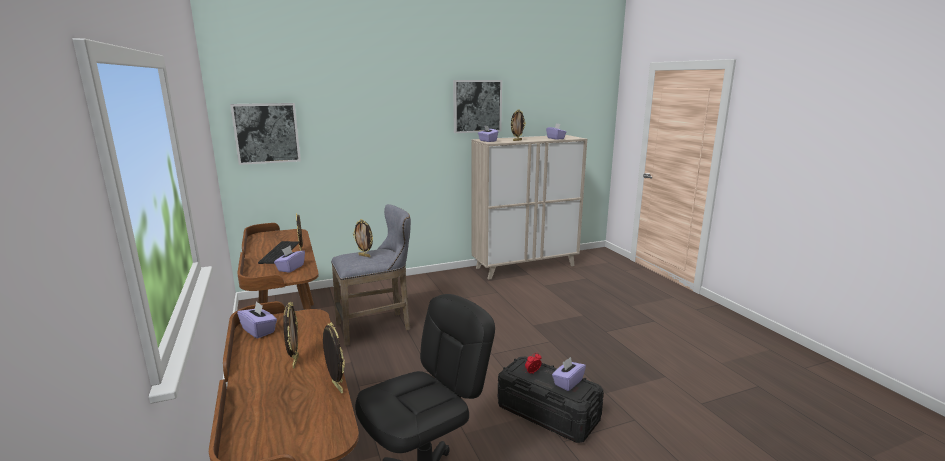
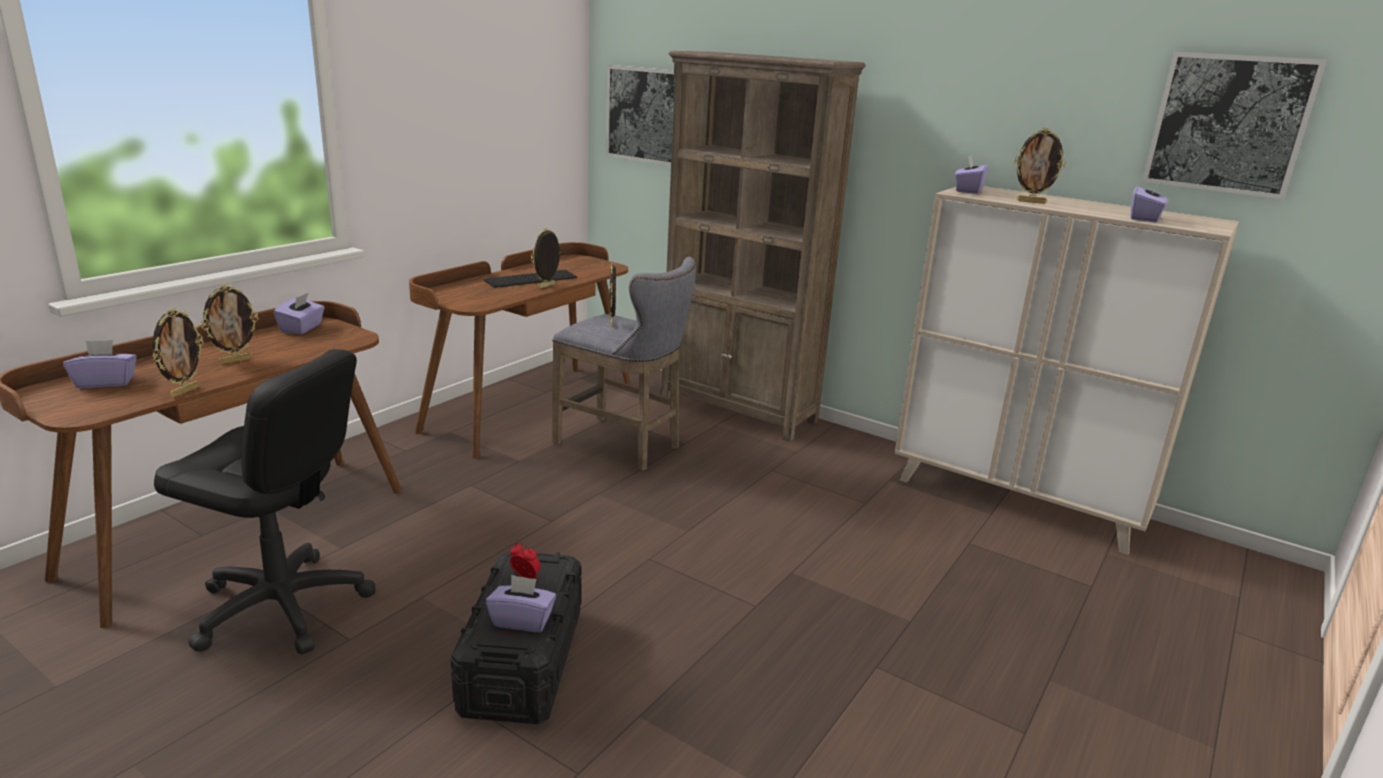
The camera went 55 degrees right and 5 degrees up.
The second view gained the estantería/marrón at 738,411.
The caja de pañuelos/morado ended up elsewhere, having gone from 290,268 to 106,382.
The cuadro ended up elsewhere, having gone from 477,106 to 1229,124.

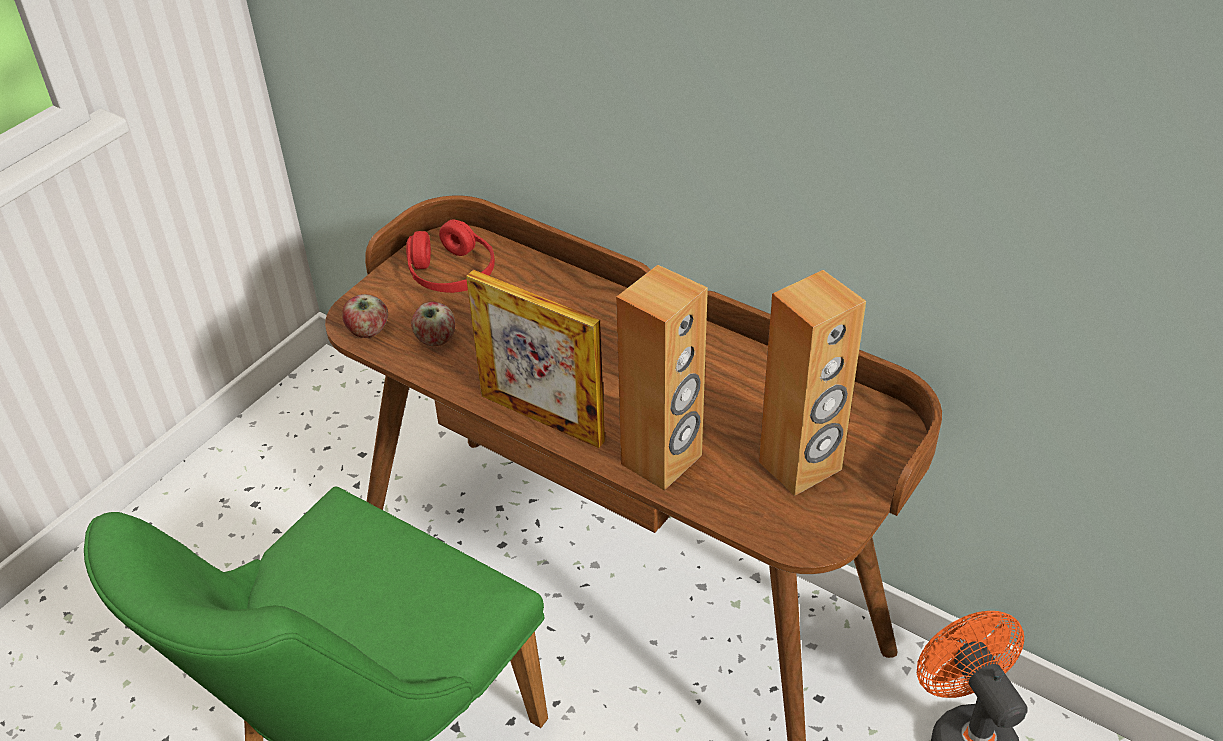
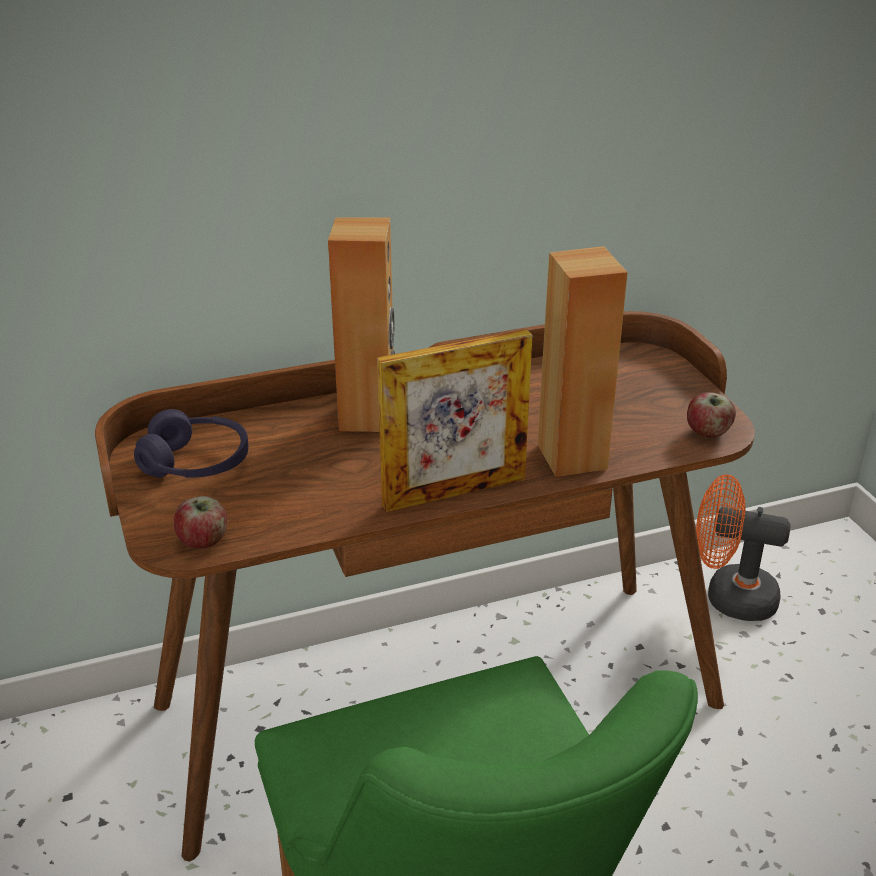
The camera went 55 degrees left and 10 degrees down.
The manzana ended up elsewhere, having gone from 435,339 to 707,433.
The altavoz/marrón ended up elsewhere, having gone from 801,466 to 368,416.
What was the auriculares/rojo at 452,273 turned into the auriculares/morado at 196,463.

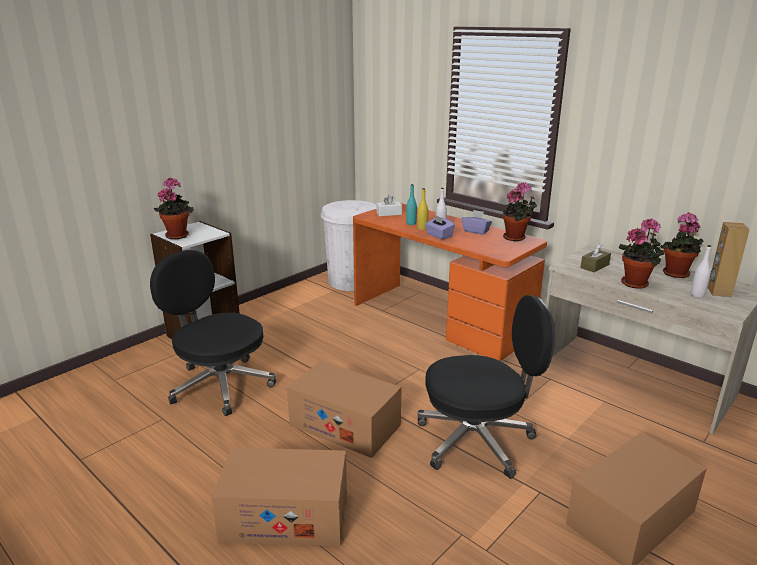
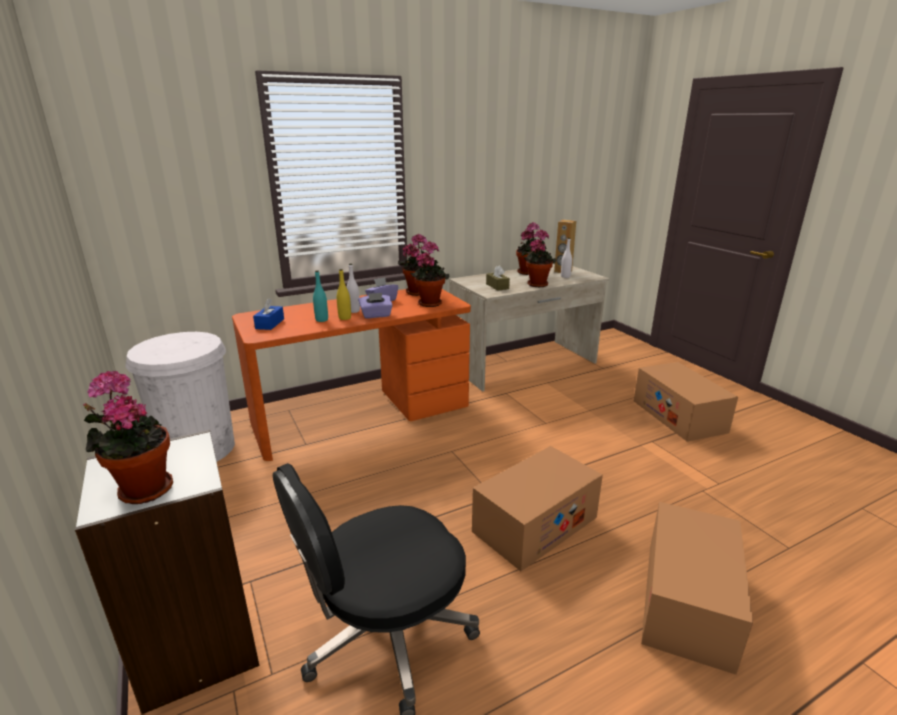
The camera went 70 degrees left and 0 degrees up.
The second view lost the silla de oficina/negro at 477,440.
The second view gained the planta en maceta at 430,303.
What was the caja de pañuelos/blanco at 389,213 turned into the caja de pañuelos/azul at 270,324.

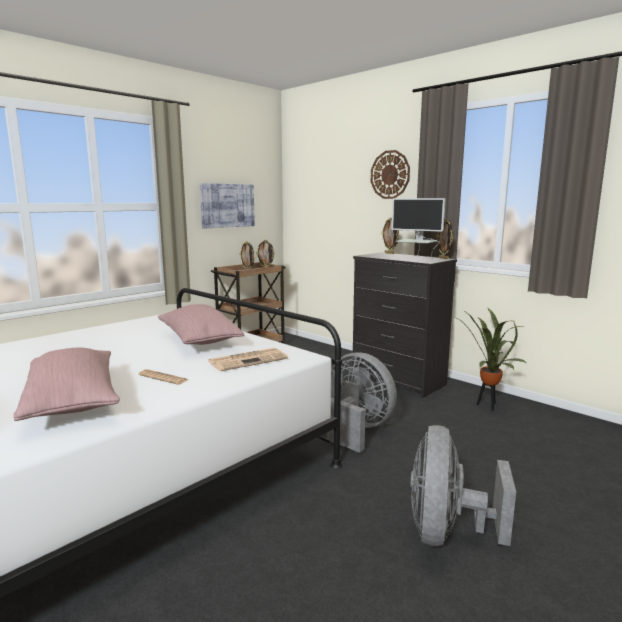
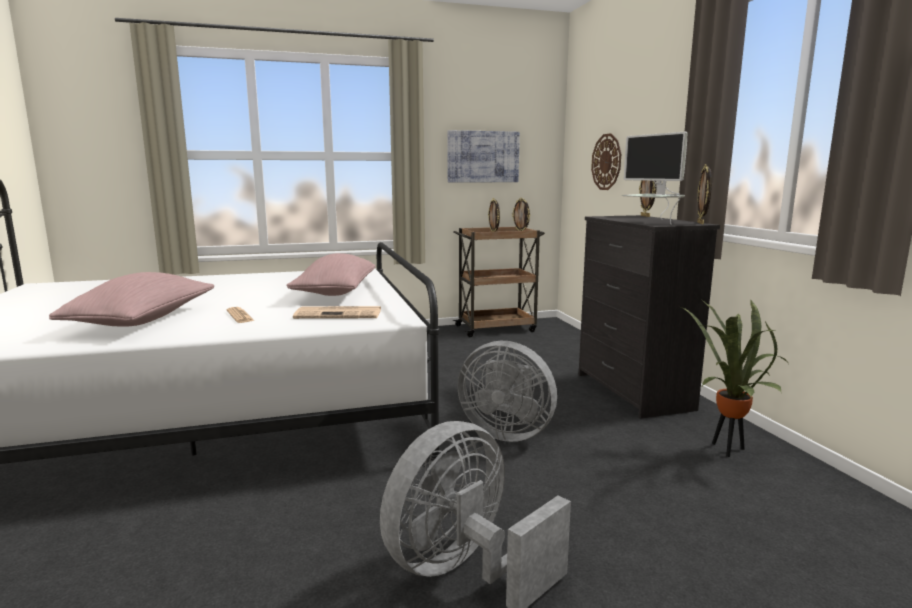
The camera went 30 degrees right and 0 degrees up.
The reloj de pared ended up elsewhere, having gone from 390,174 to 606,162.
The ventilador/gris at 356,429 ended up facing another way, 135 degrees clockwise from before.

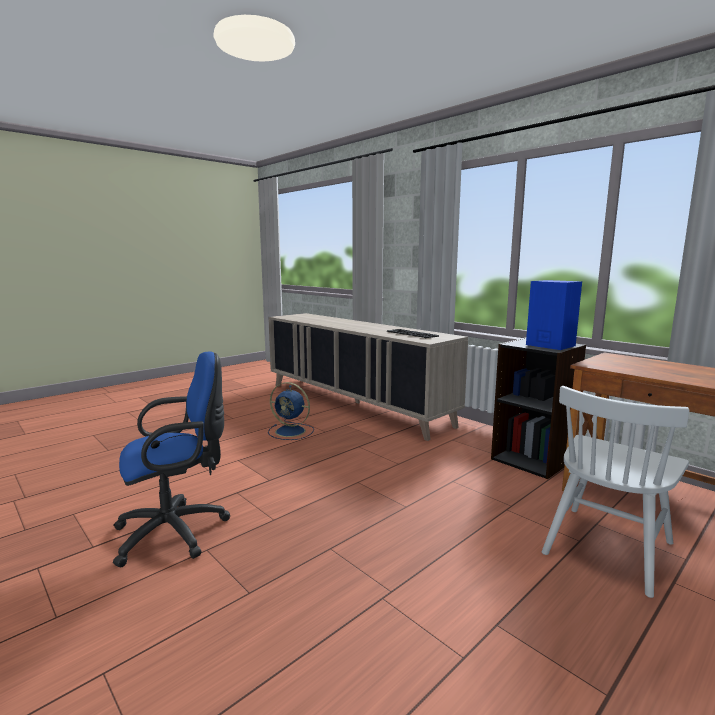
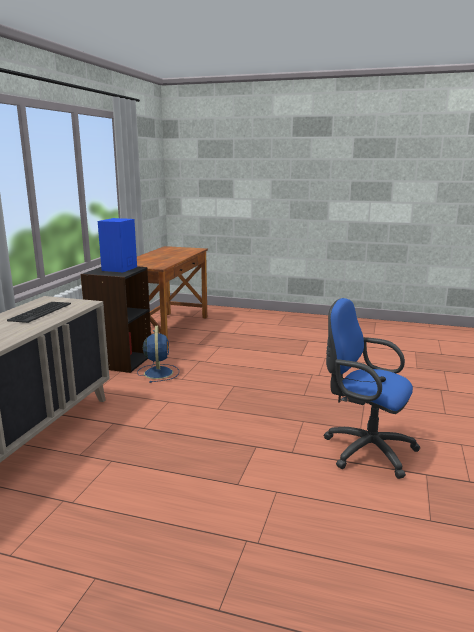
The camera went 120 degrees left and 5 degrees up.
The second view lost the silla/blanco at 607,547.
The ventilador/azul ended up elsewhere, having gone from 291,431 to 158,372.

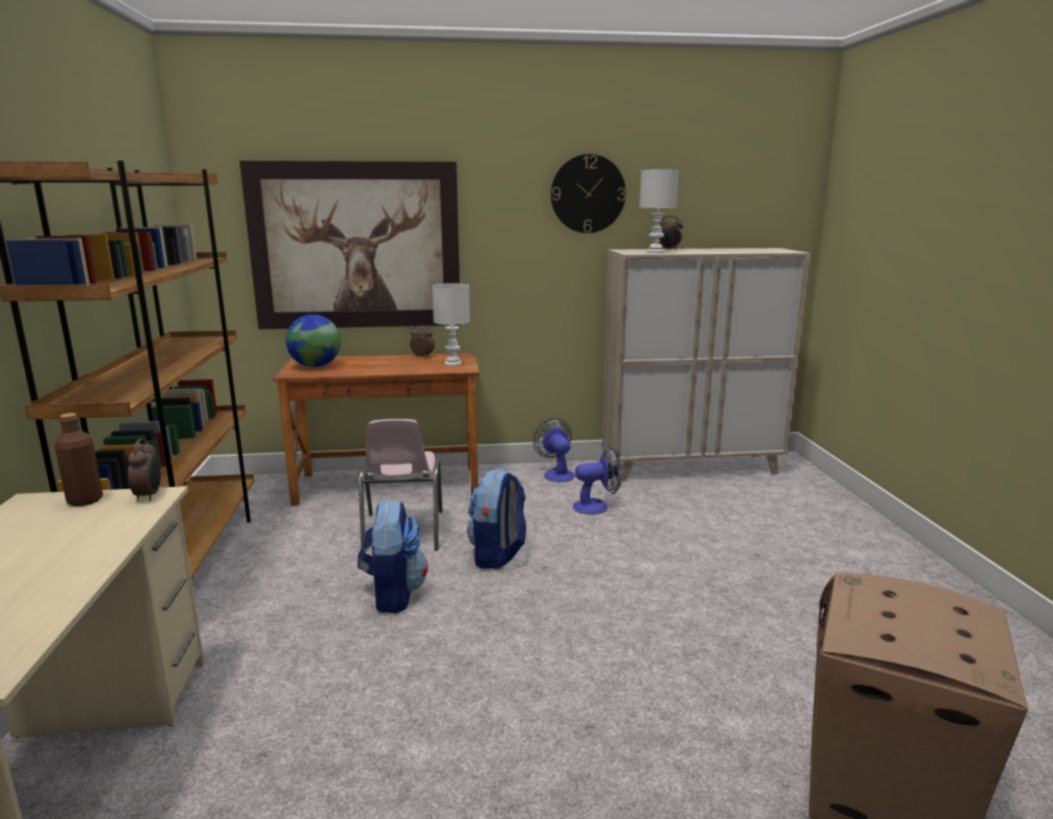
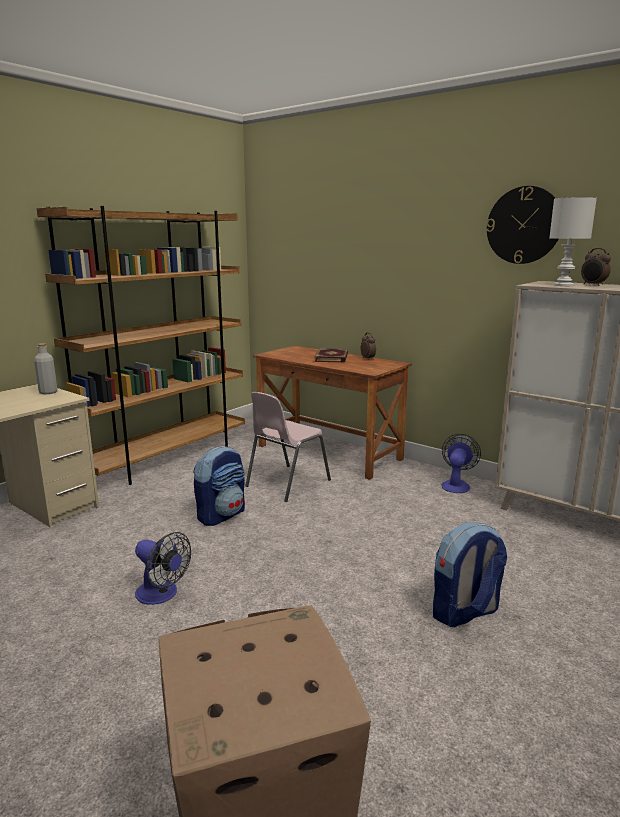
The camera went 45 degrees right and 0 degrees up.
The second view lost the despertador at 149,495.
The second view lost the cuadro at 356,246.
The second view lost the globo terráqueo at 315,366.
The second view lost the lámpara de mesa/blanco at 452,364.
The second view gained the libro at 332,357.
The mochila ended up elsewhere, having gone from 498,555 to 465,613.
The ventilador ended up elsewhere, having gone from 597,506 to 162,595.
What was the botella/marrón at 85,500 turned into the botella/gris at 48,392.

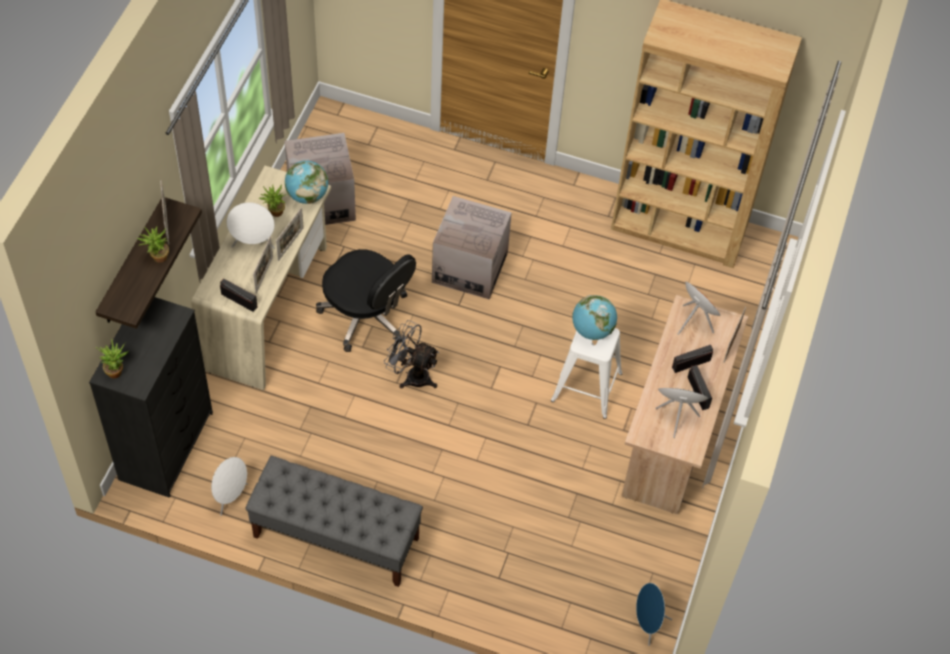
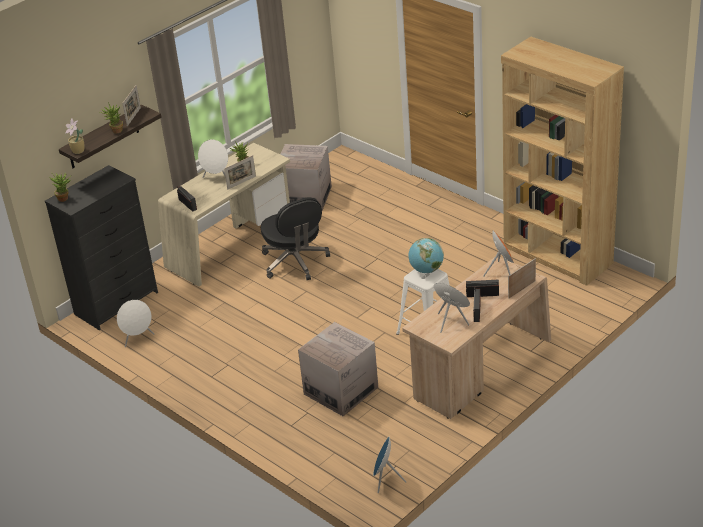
The camera went 30 degrees right and 20 degrees down.
The second view lost the banco/gris at 335,537.
The second view lost the portarretratos at 264,275.
The second view lost the globo terráqueo at 307,195.
The second view lost the ventilador/gris at 412,375.
The second view gained the planta en maceta at 78,151.
The caja de cartón ended up elsewhere, having gone from 470,267 to 341,390.

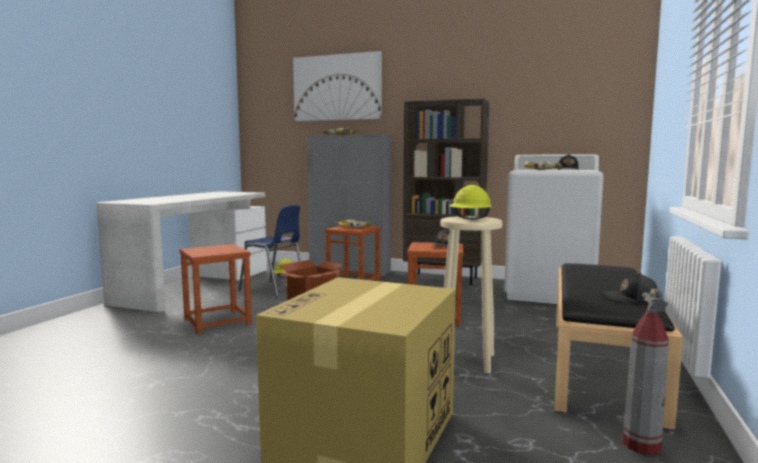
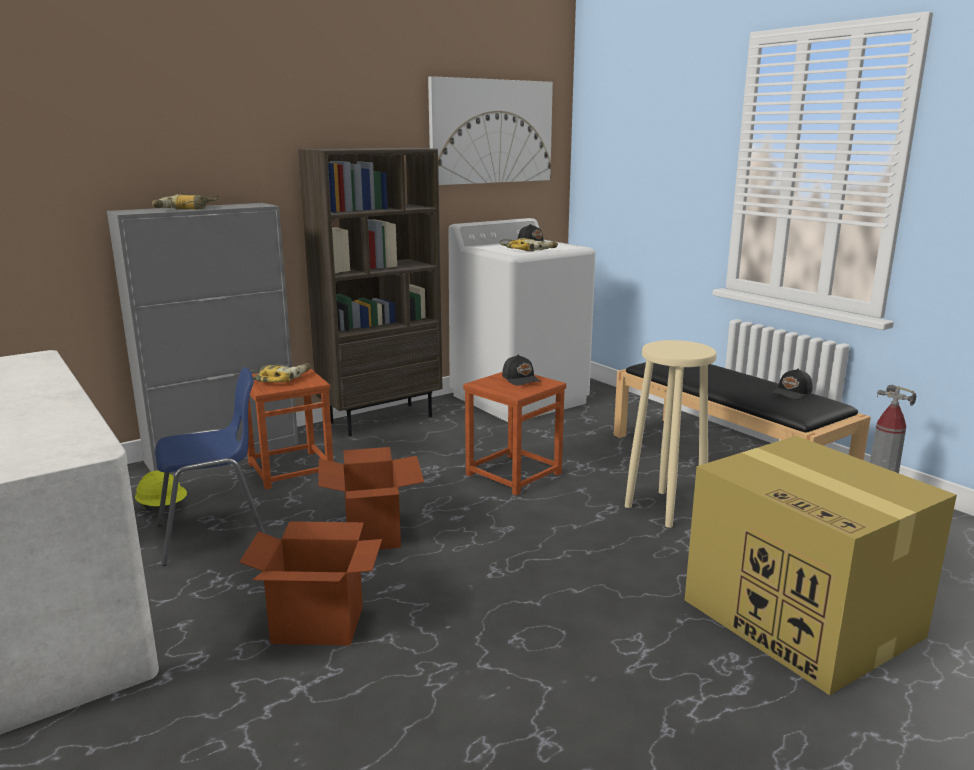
The camera went 55 degrees left and 10 degrees up.
The second view lost the casco/amarillo at 470,219.
The cuadro ended up elsewhere, having gone from 337,88 to 491,131.
Where the taburete/marrón stood at 217,322, the caja de cartón came to stand at 318,625.

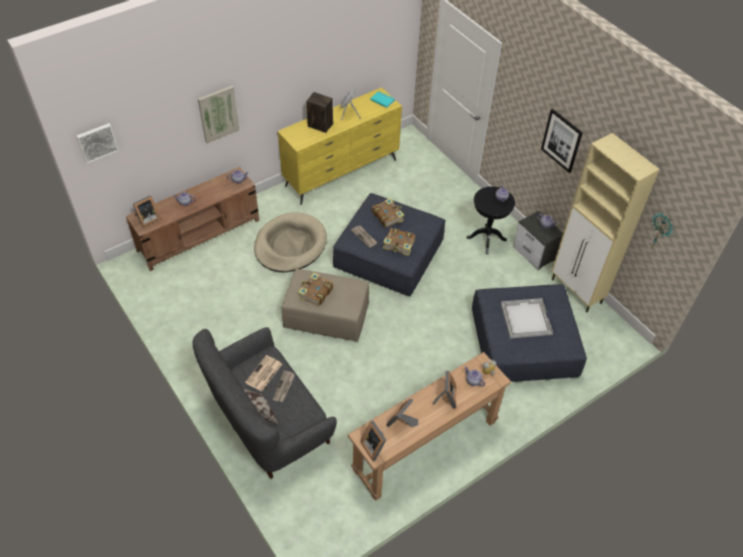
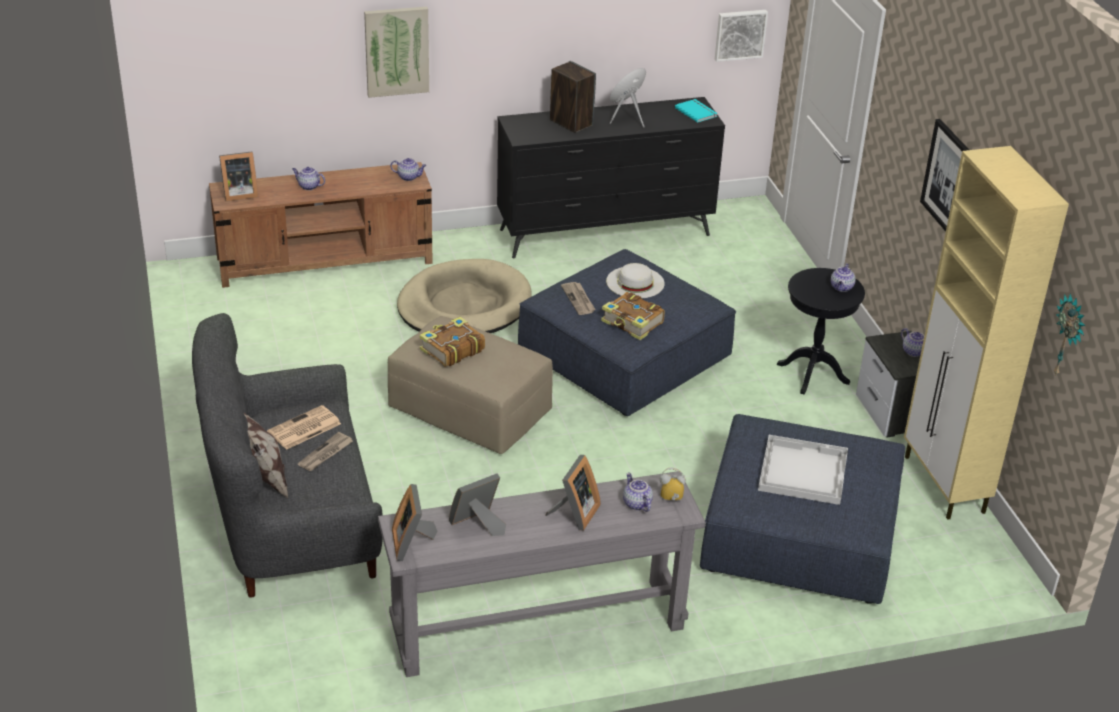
The camera went 20 degrees right and 15 degrees down.
The cuadro ended up elsewhere, having gone from 97,142 to 740,34.
Where the libro stood at 387,216, the sombrero/blanco came to stand at 635,282.
What was the cómoda/amarillo at 342,173 turned into the cómoda/negro at 606,233.
What was the mesa consola/marrón at 425,445 turned into the mesa consola/gris at 538,626.

